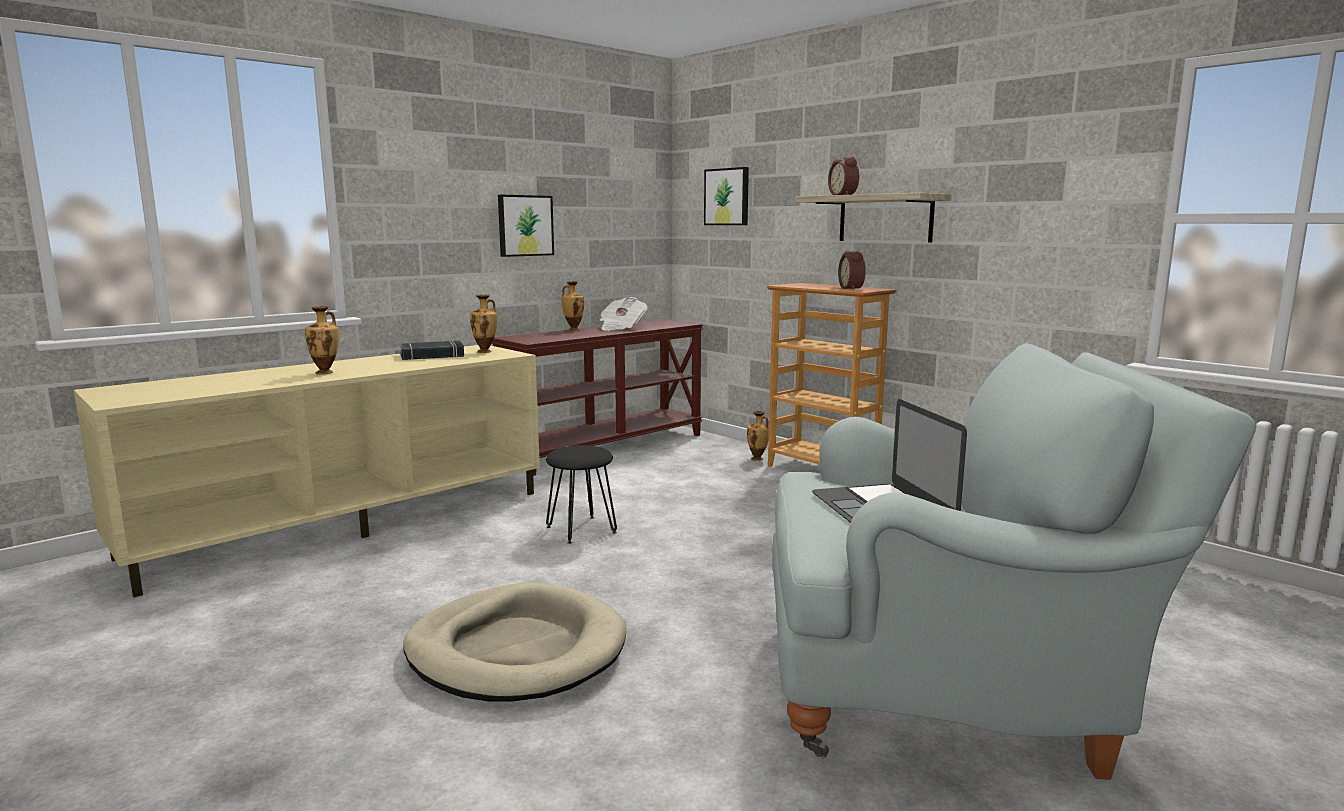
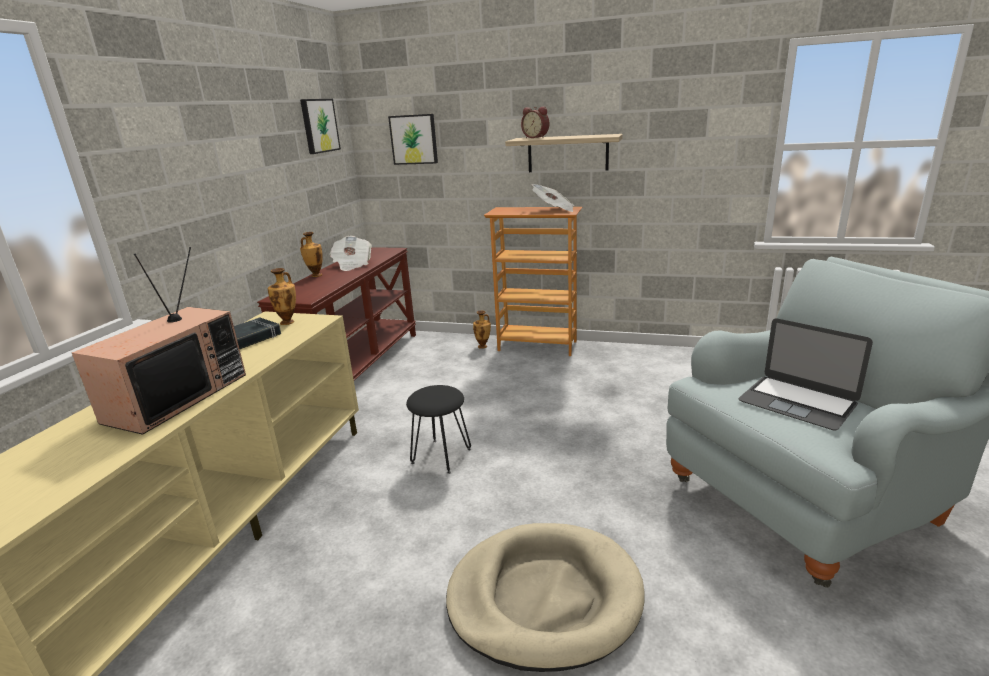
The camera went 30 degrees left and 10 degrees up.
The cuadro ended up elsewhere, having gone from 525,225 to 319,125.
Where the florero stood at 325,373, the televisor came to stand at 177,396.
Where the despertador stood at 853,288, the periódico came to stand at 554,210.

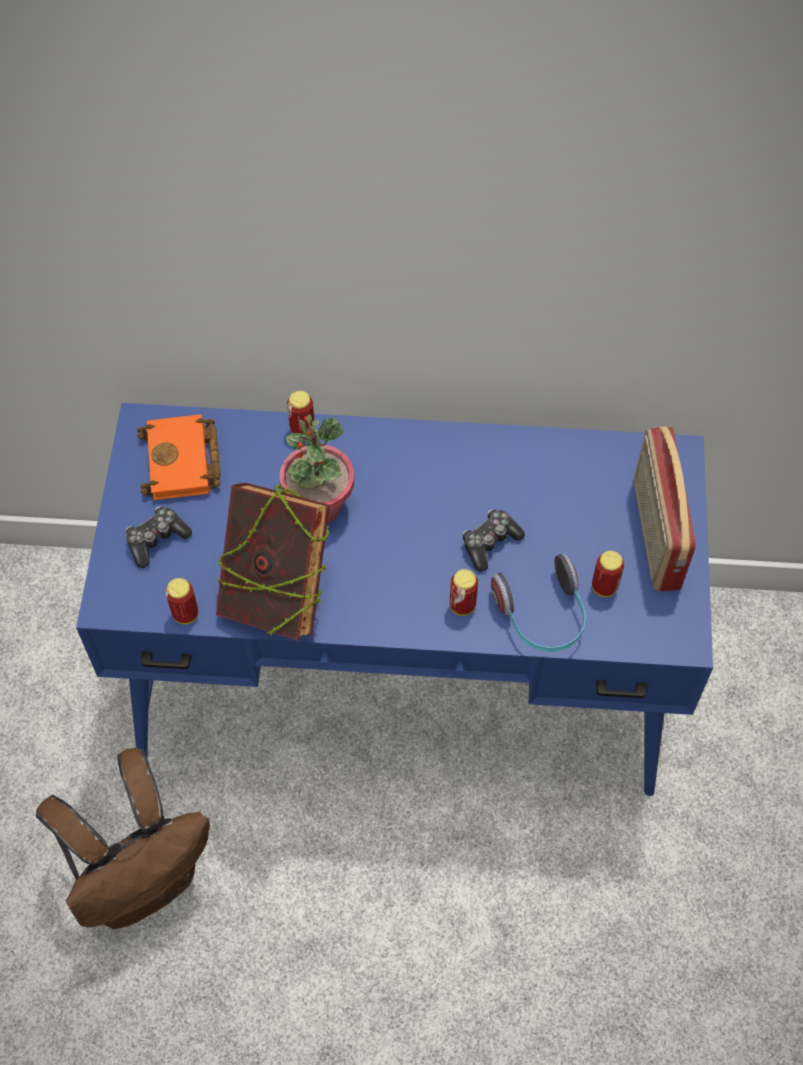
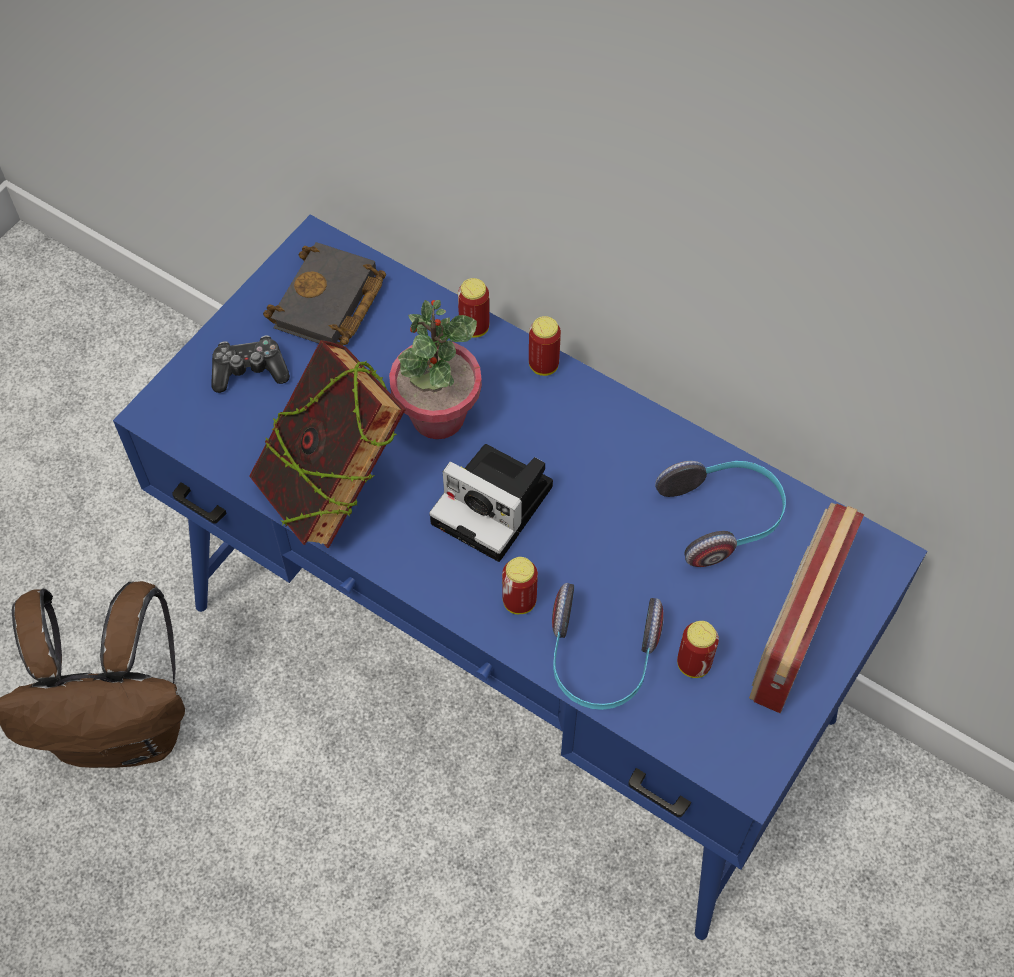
The camera went 30 degrees right and 0 degrees up.
The second view lost the mando de consola at 490,543.
The second view gained the cámara at 497,506.
The second view gained the auriculares at 723,518.
The lata ended up elsewhere, having gone from 185,614 to 543,365.
What was the libro/naranja at 183,463 turned into the libro/negro at 329,305.

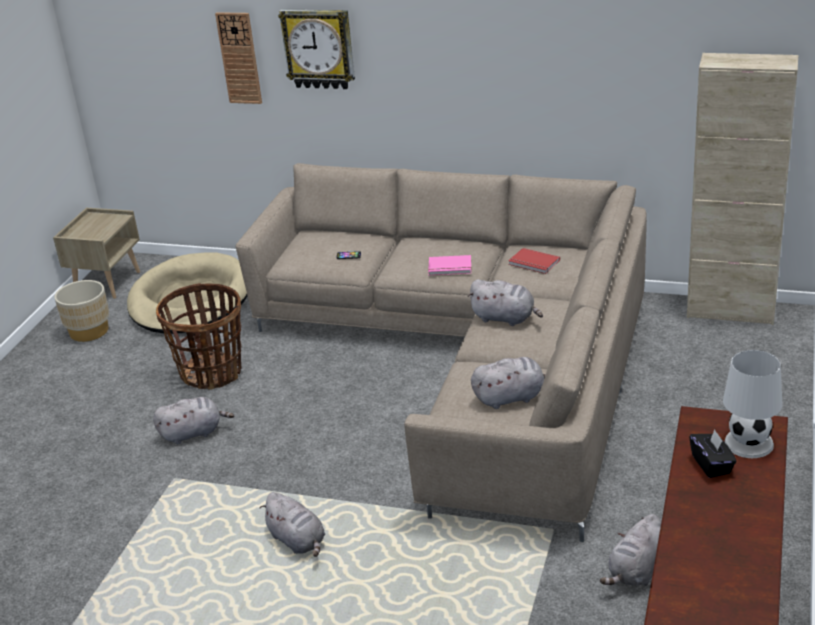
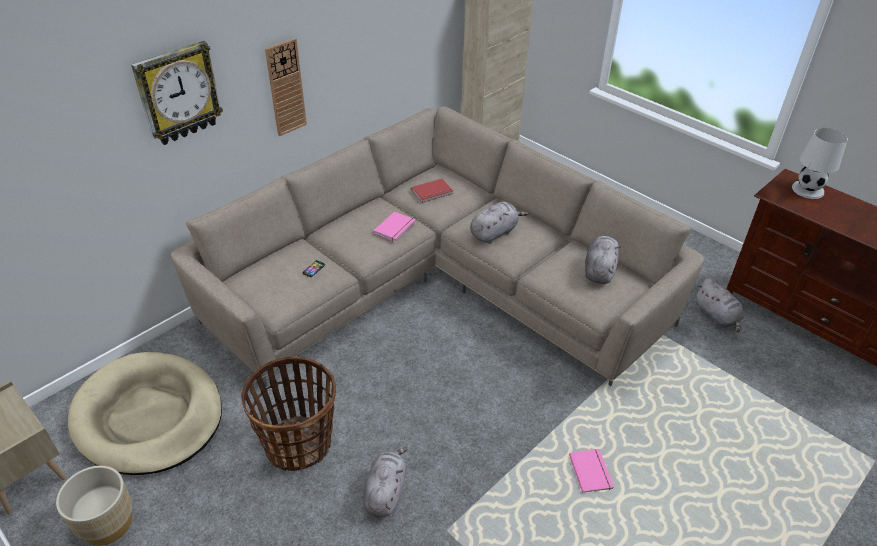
The camera went 65 degrees left and 10 degrees up.
The second view lost the caja de pañuelos/negro at 711,465.
The reloj de pared ended up elsewhere, having gone from 239,58 to 286,88.
Where the peluche/gris stood at 298,541, the libro/rosa came to stand at 592,472.

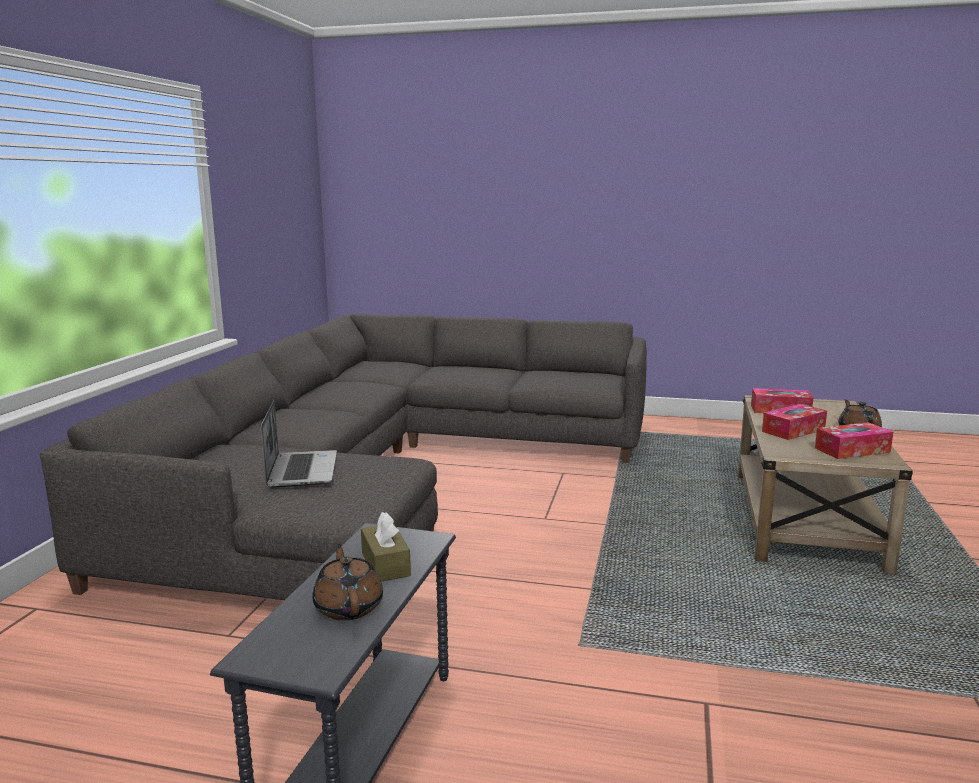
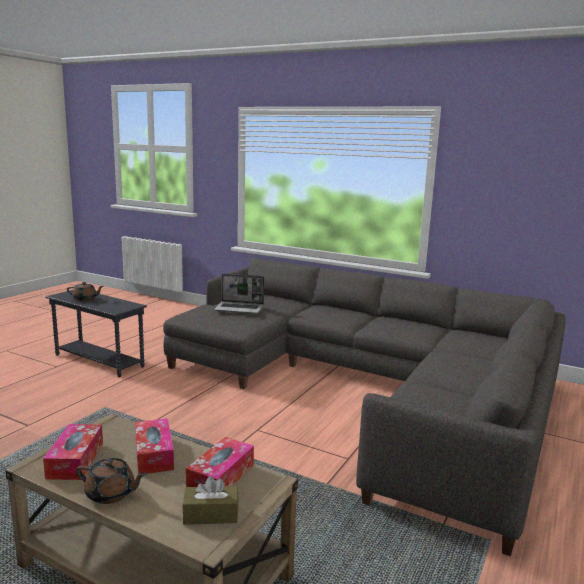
The camera went 105 degrees right and 0 degrees up.
The caja de pañuelos/marrón ended up elsewhere, having gone from 385,564 to 211,514.

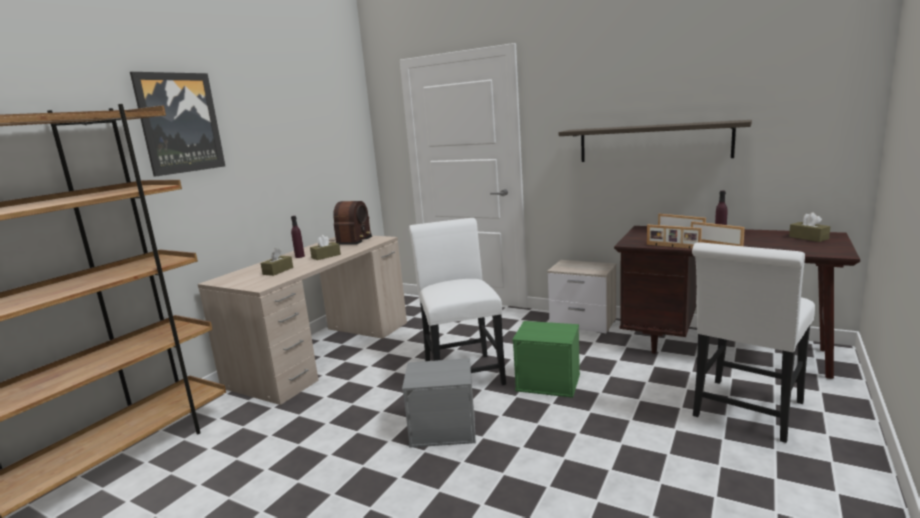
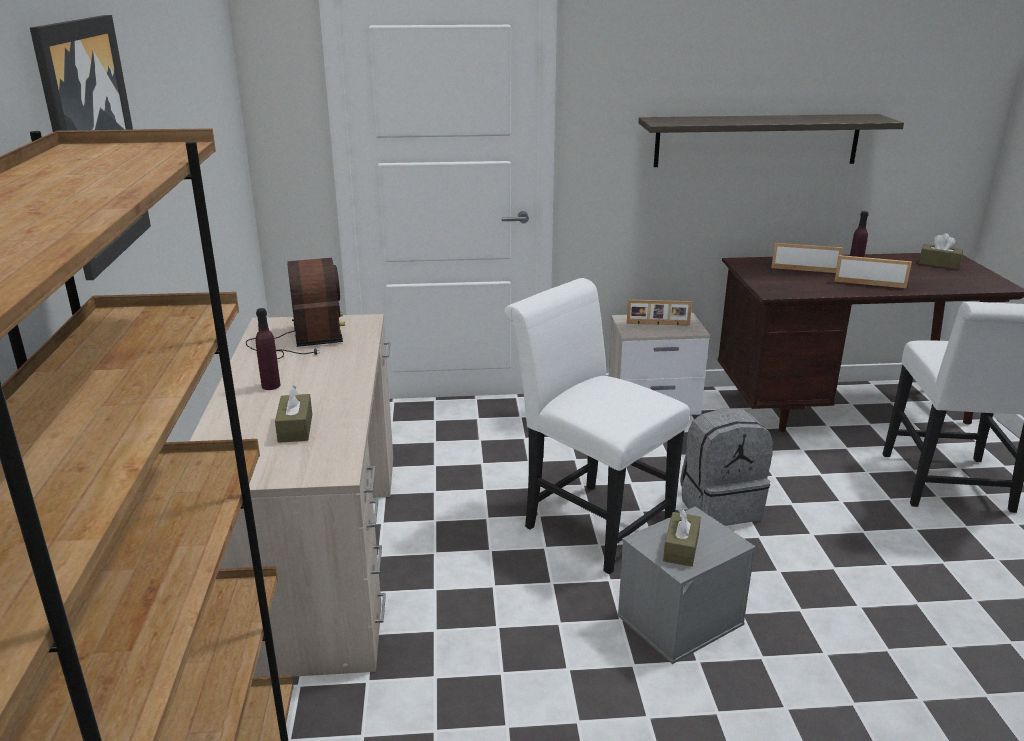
The camera went 35 degrees left and 10 degrees up.
The caja de pañuelos/marrón ended up elsewhere, having gone from 326,256 to 681,548.
The portarretratos ended up elsewhere, having gone from 672,247 to 658,324.
Where the caja de almacenaje/verde stood at 549,382, the mochila/gris came to stand at 719,506.

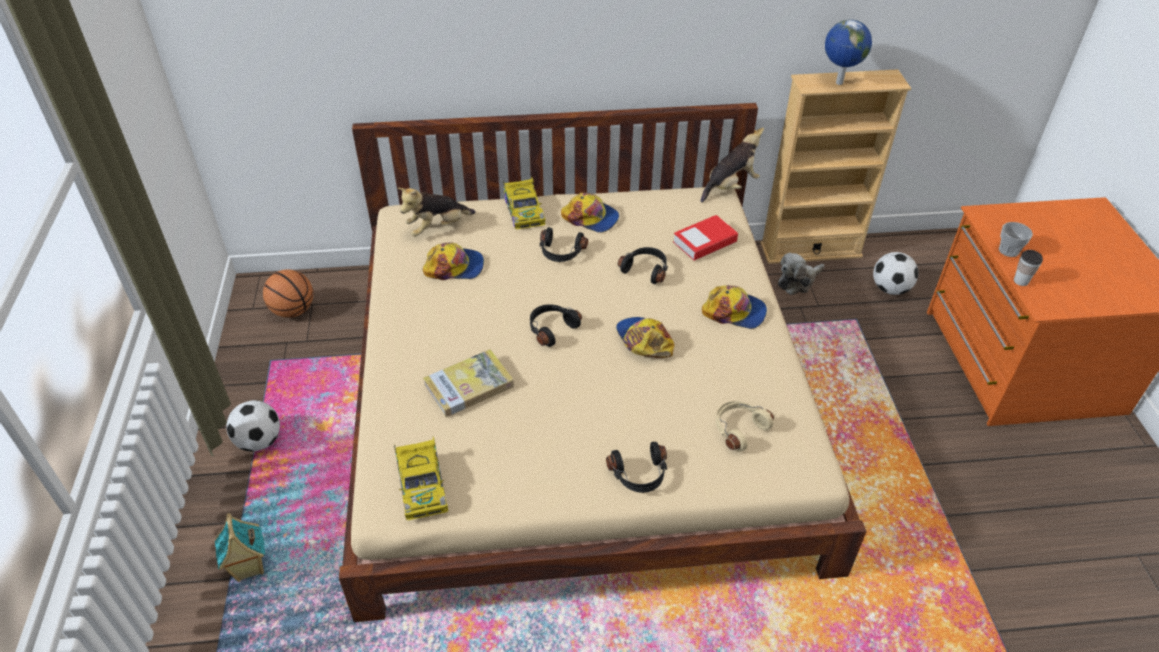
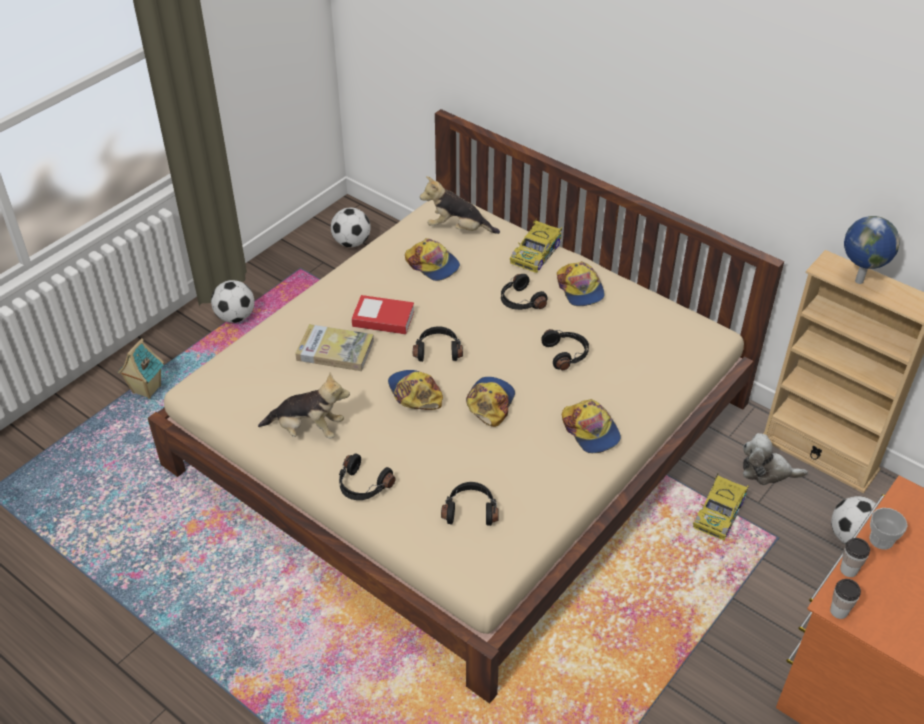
The camera went 45 degrees right and 0 degrees up.
The second view gained the gorra at 414,393.
The second view gained the taza at 839,611.
The coche de juguete ended up elsewhere, having gone from 422,485 to 719,513.
The libro ended up elsewhere, having gone from 704,242 to 383,319.
The peluche ended up elsewhere, having gone from 730,186 to 307,429.
Where the balón de baloncesto stood at 293,311, the balón de fútbol came to stand at 352,242.
What was the auriculares/beis at 738,429 turned into the auriculares/negro at 470,510.

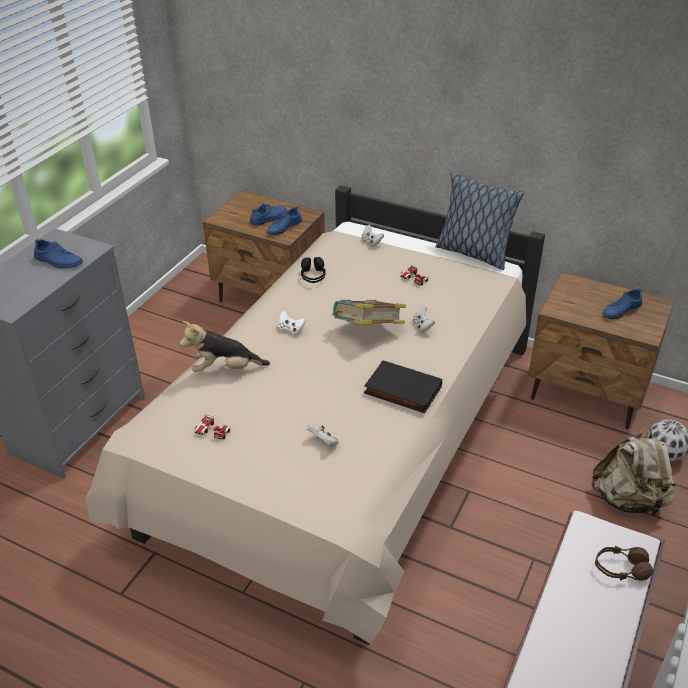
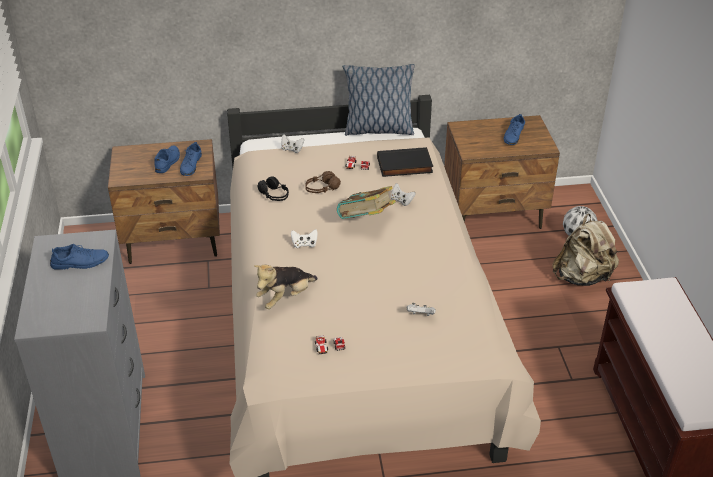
The camera went 35 degrees left and 0 degrees up.
The libro/negro ended up elsewhere, having gone from 401,391 to 404,166.
The auriculares/marrón ended up elsewhere, having gone from 620,569 to 322,189.

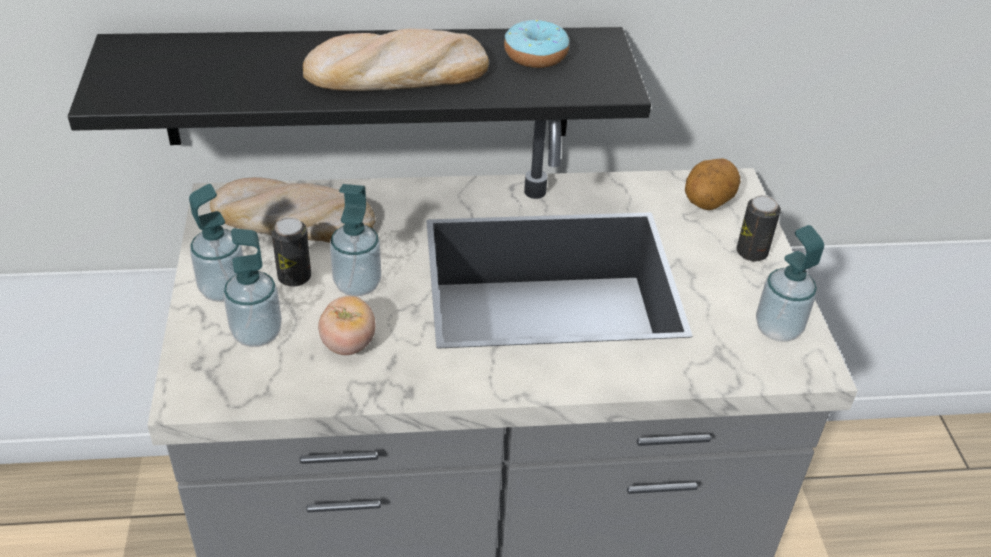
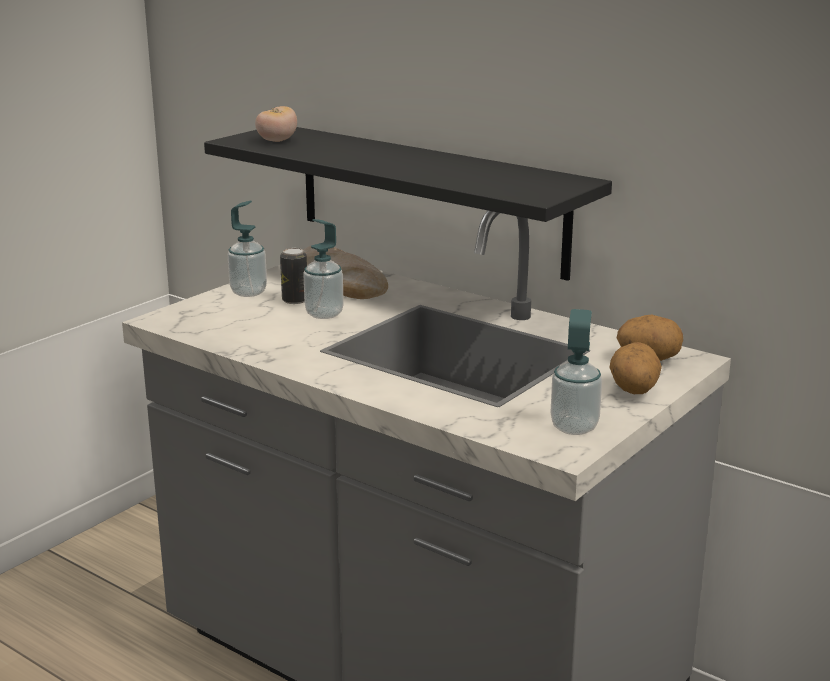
The camera went 45 degrees right and 20 degrees down.
The second view lost the dispensador de jabón at 257,333.
The second view lost the pan at 396,73.
The second view lost the rosquilla at 535,55.
The tomate ended up elsewhere, having gone from 348,344 to 277,141.
Where the lata stood at 751,252, the patata came to stand at 633,391.

